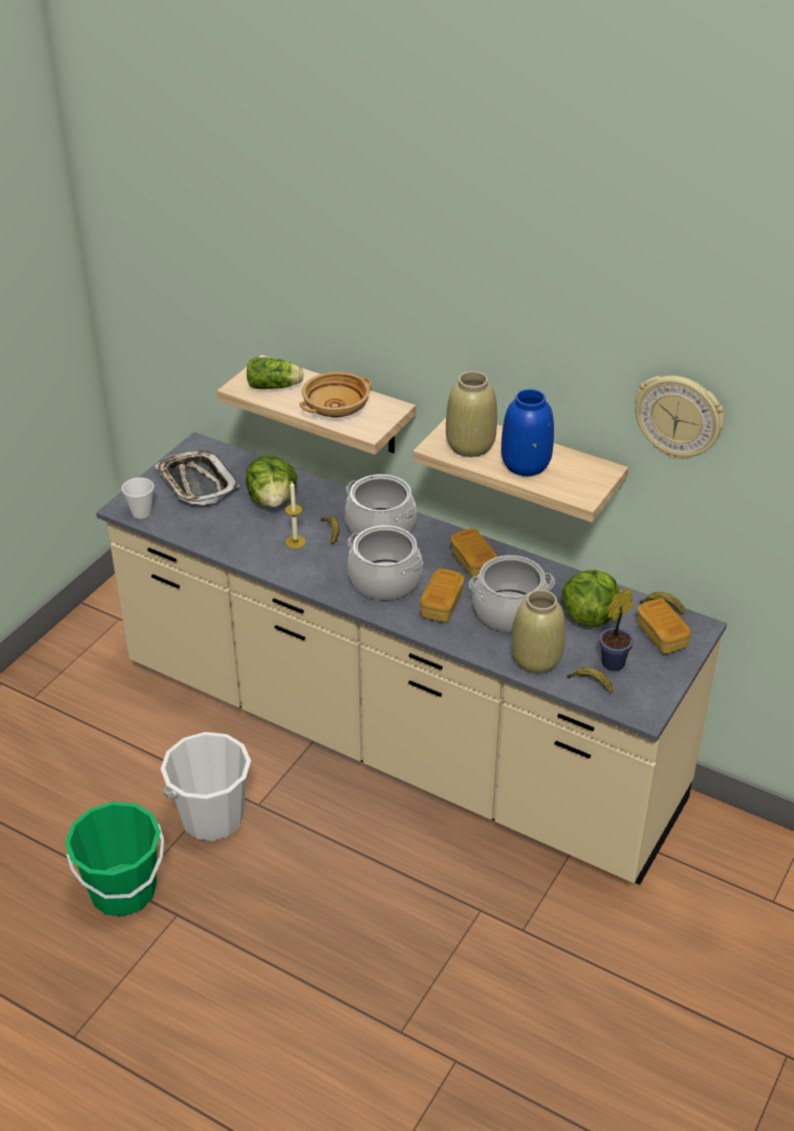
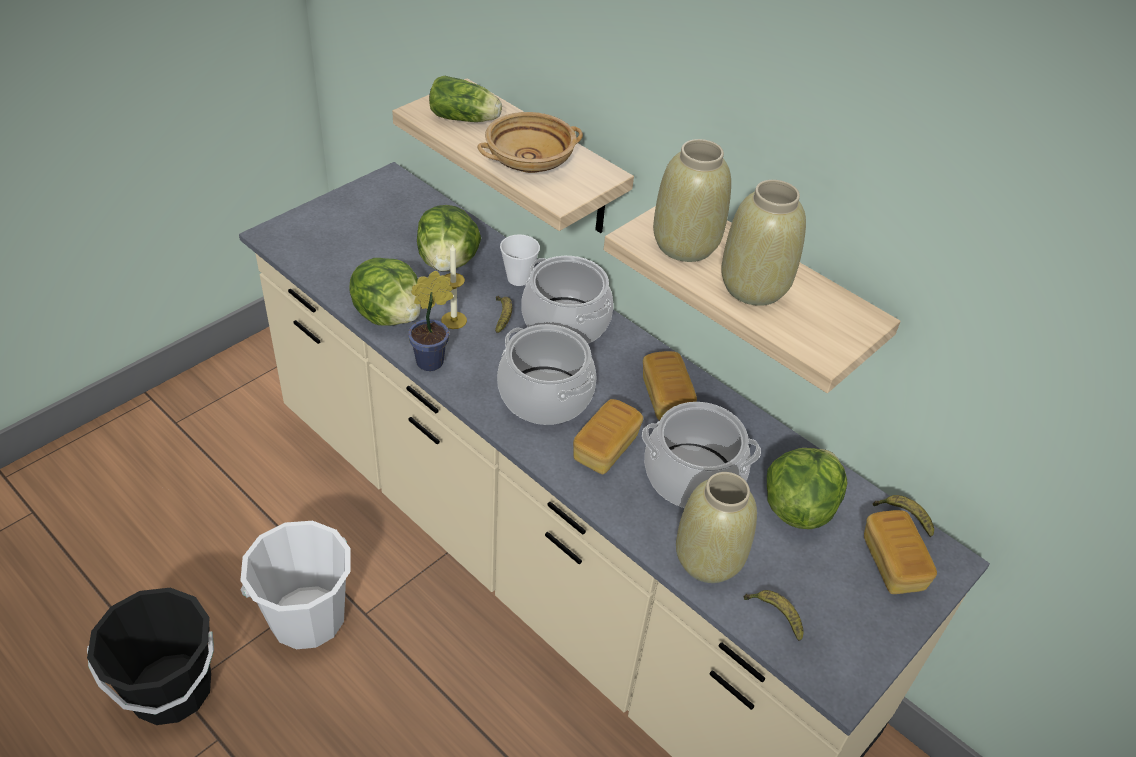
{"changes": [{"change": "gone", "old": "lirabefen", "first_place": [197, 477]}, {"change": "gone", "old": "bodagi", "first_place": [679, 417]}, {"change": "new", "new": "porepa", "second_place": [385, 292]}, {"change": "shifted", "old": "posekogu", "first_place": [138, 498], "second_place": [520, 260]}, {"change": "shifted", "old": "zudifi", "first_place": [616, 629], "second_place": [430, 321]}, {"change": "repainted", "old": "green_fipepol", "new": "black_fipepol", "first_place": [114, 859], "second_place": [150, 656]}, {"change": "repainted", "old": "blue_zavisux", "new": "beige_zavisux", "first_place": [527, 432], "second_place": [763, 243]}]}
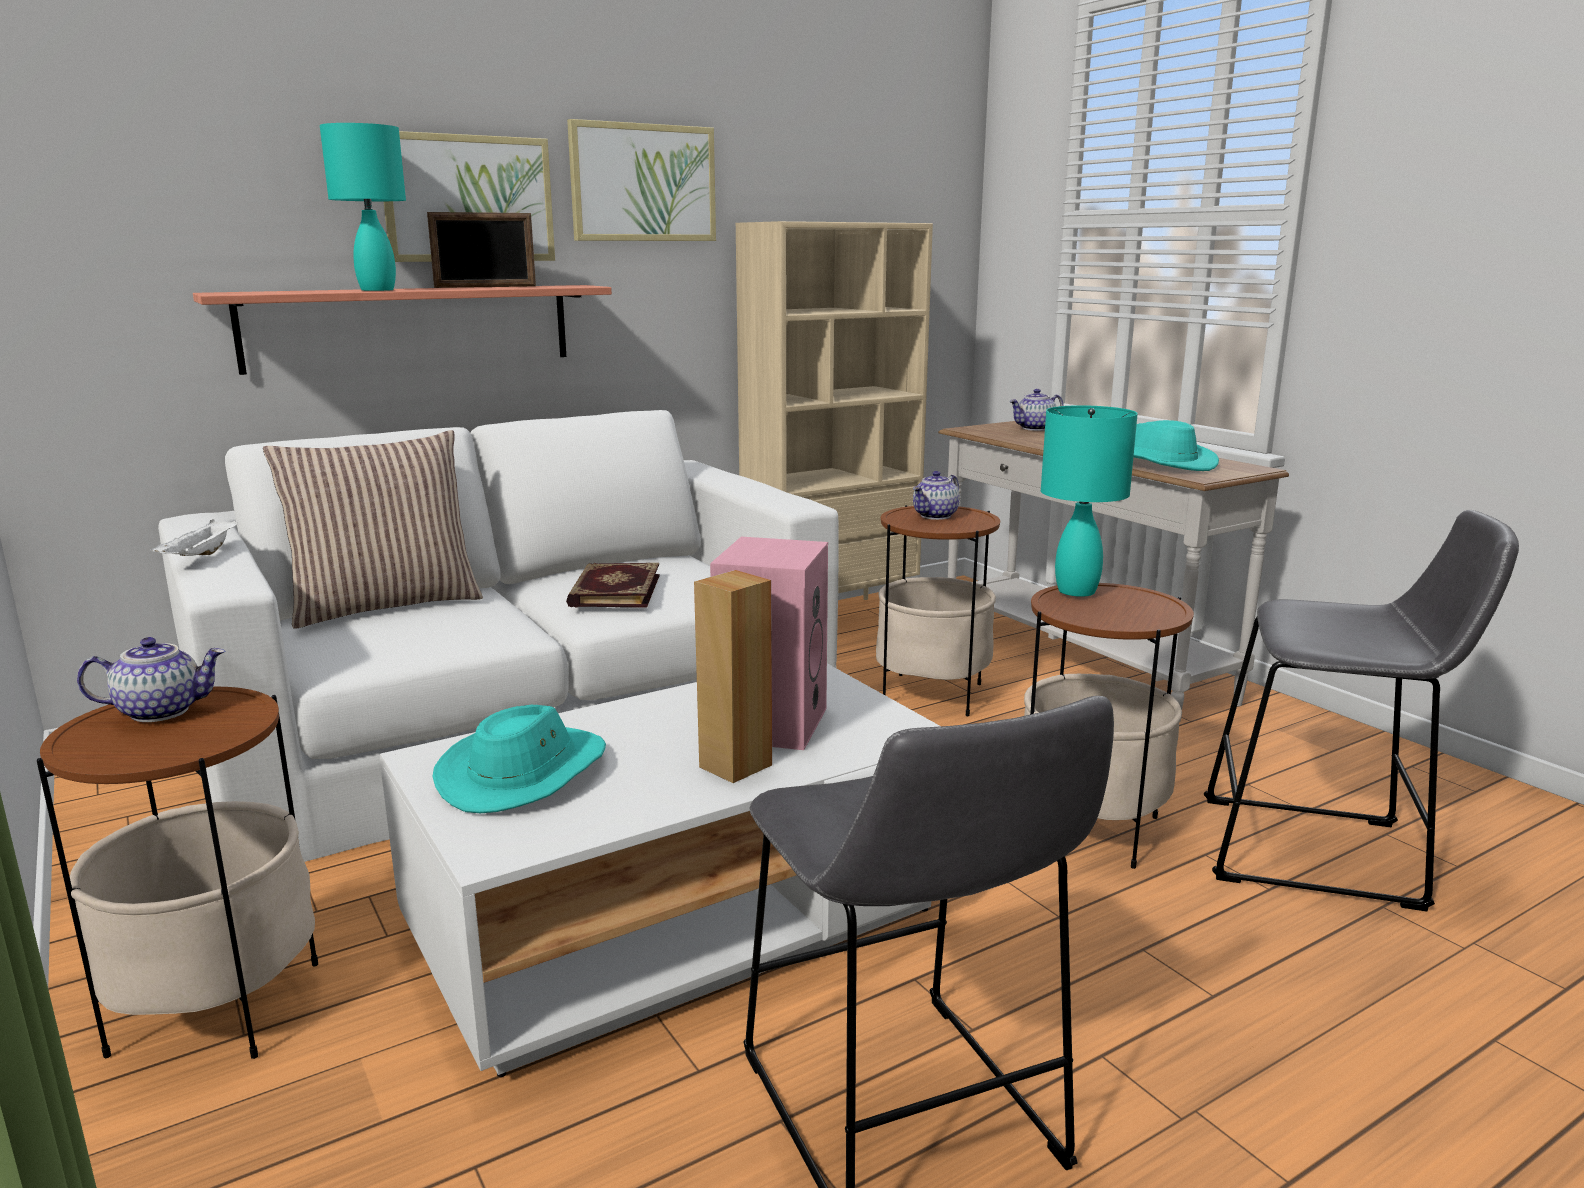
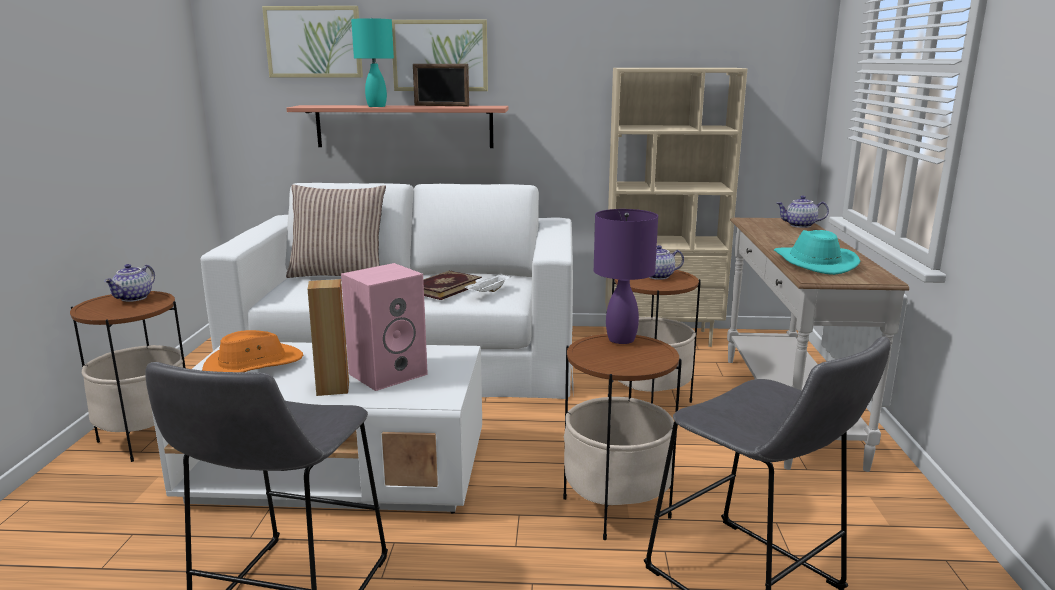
{"changes": [{"change": "shifted", "old": "white_lirabefen", "first_place": [194, 537], "second_place": [487, 282]}, {"change": "shifted", "old": "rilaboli", "first_place": [641, 180], "second_place": [312, 42]}, {"change": "repainted", "old": "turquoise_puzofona", "new": "orange_puzofona", "first_place": [519, 759], "second_place": [252, 351]}, {"change": "repainted", "old": "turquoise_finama", "new": "purple_finama", "first_place": [1089, 501], "second_place": [626, 276]}, {"change": "rotated", "old": "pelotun", "first_place": [151, 679], "second_place": [129, 283], "degrees": 90}]}
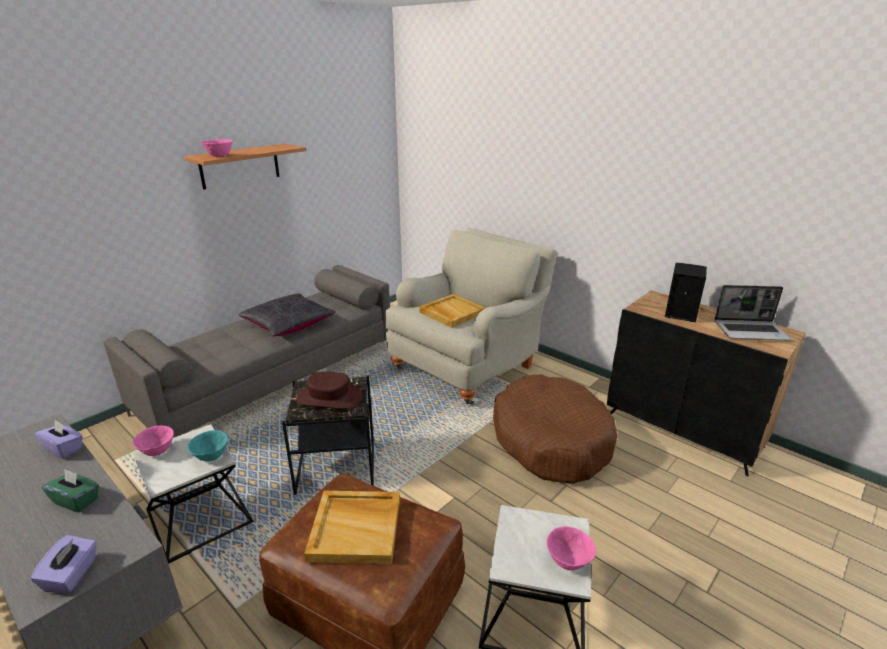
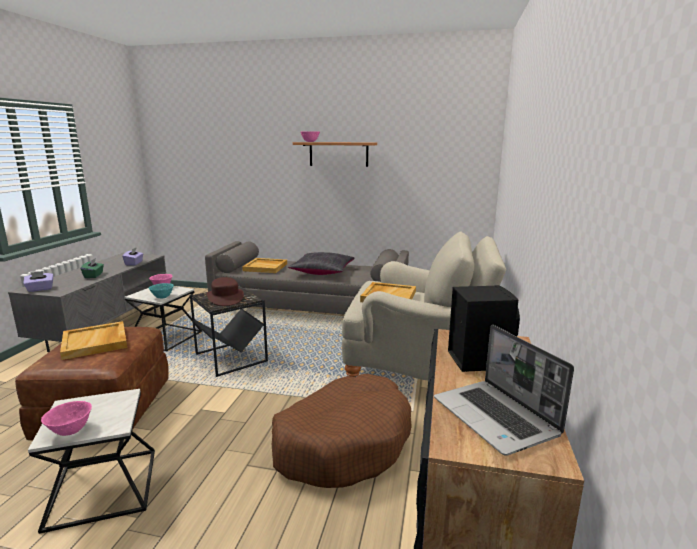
{"changes": [{"change": "new", "new": "beige_lirabefen", "second_place": [264, 265]}]}
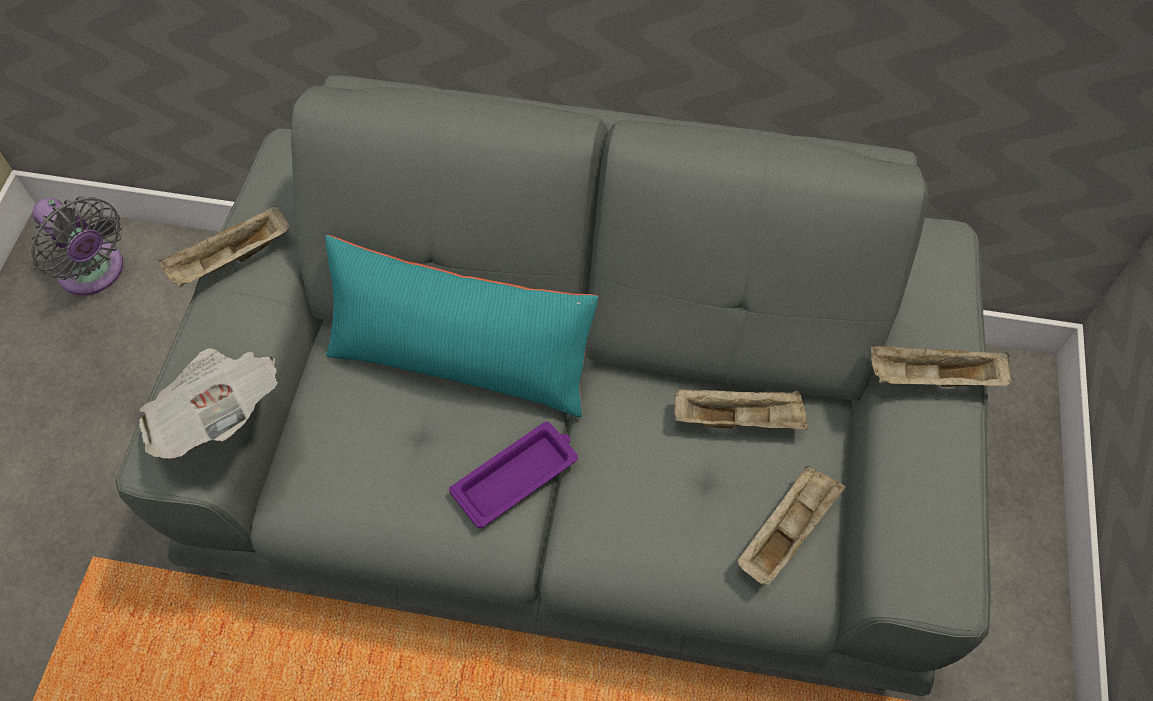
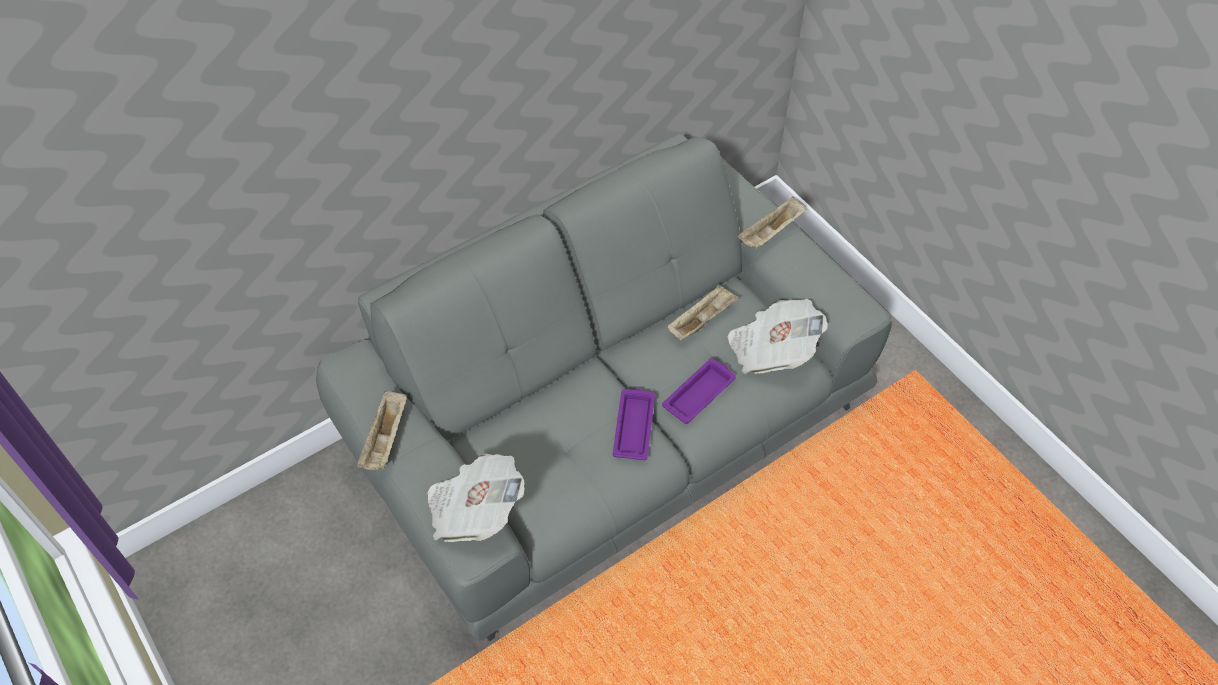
{"changes": [{"change": "gone", "old": "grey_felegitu", "first_place": [76, 246]}, {"change": "gone", "old": "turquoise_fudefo", "first_place": [461, 326]}, {"change": "new", "new": "purple_lirabefen", "second_place": [699, 391]}, {"change": "swapped", "old": "beige_lirabefen", "new": "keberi", "first_place": [792, 526], "second_place": [777, 336]}]}
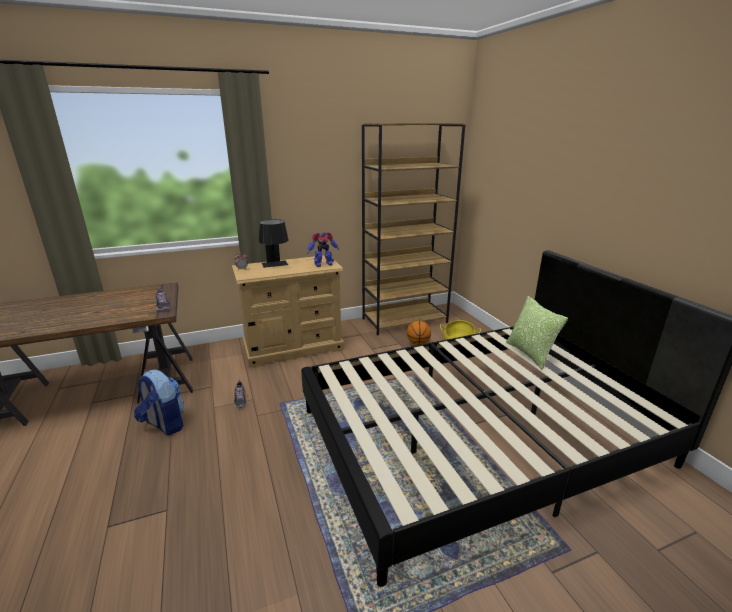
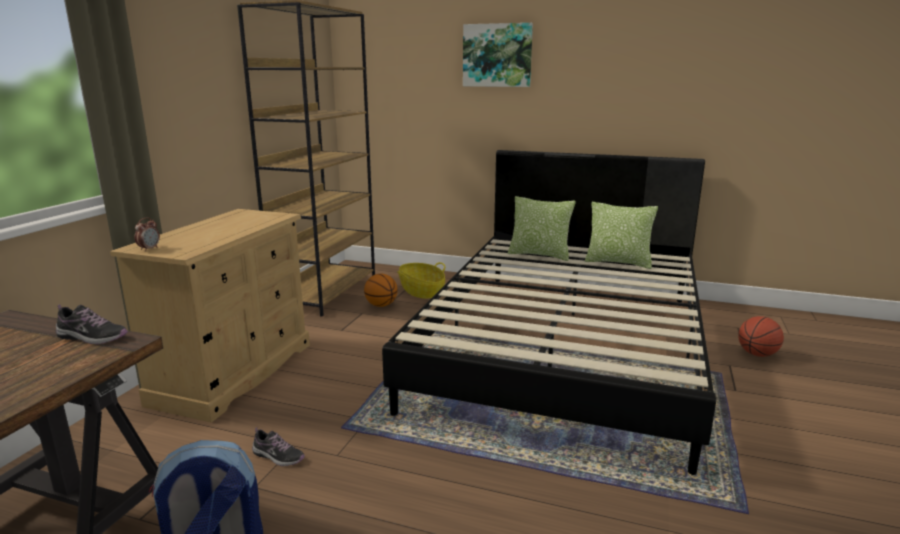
{"changes": [{"change": "gone", "old": "black_finama", "first_place": [274, 243]}, {"change": "gone", "old": "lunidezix", "first_place": [323, 249]}, {"change": "new", "new": "rilaboli", "second_place": [498, 55]}, {"change": "new", "new": "fudefo", "second_place": [621, 235]}, {"change": "new", "new": "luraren", "second_place": [761, 336]}]}
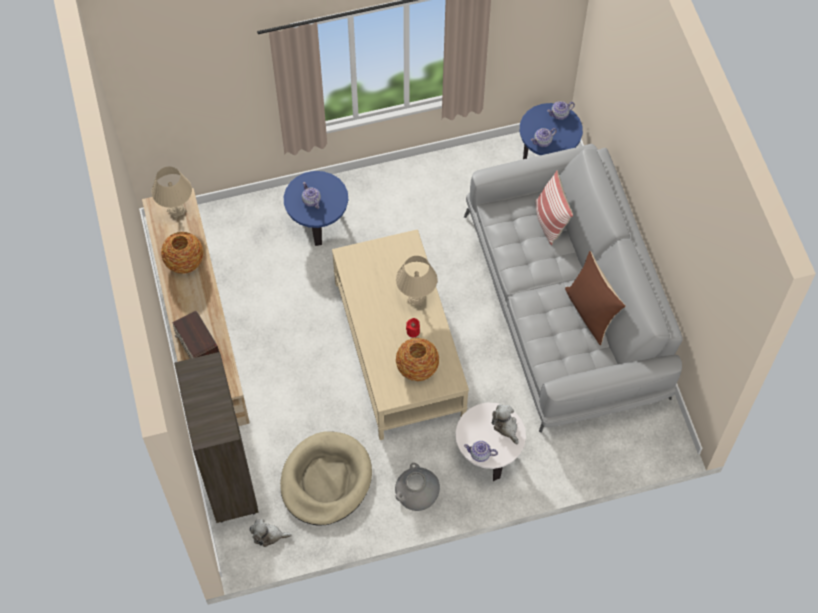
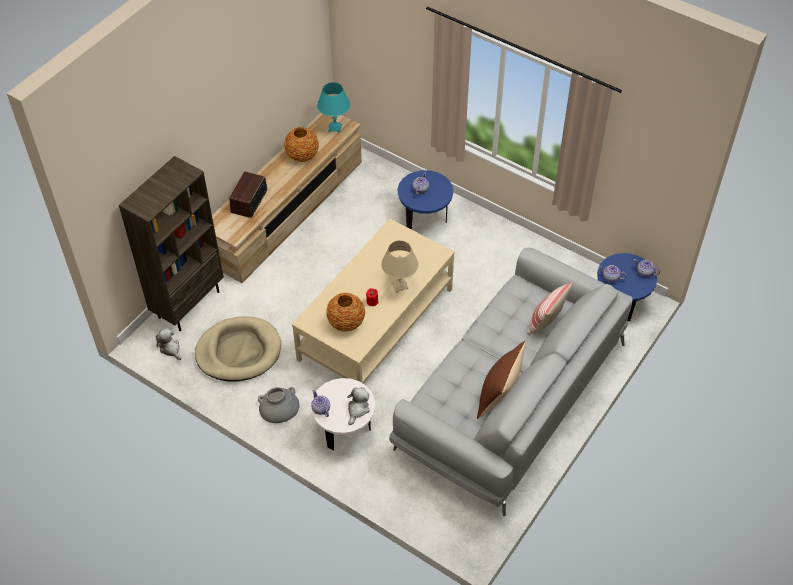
{"changes": [{"change": "repainted", "old": "beige_finama", "new": "turquoise_finama", "first_place": [172, 193], "second_place": [333, 107]}]}
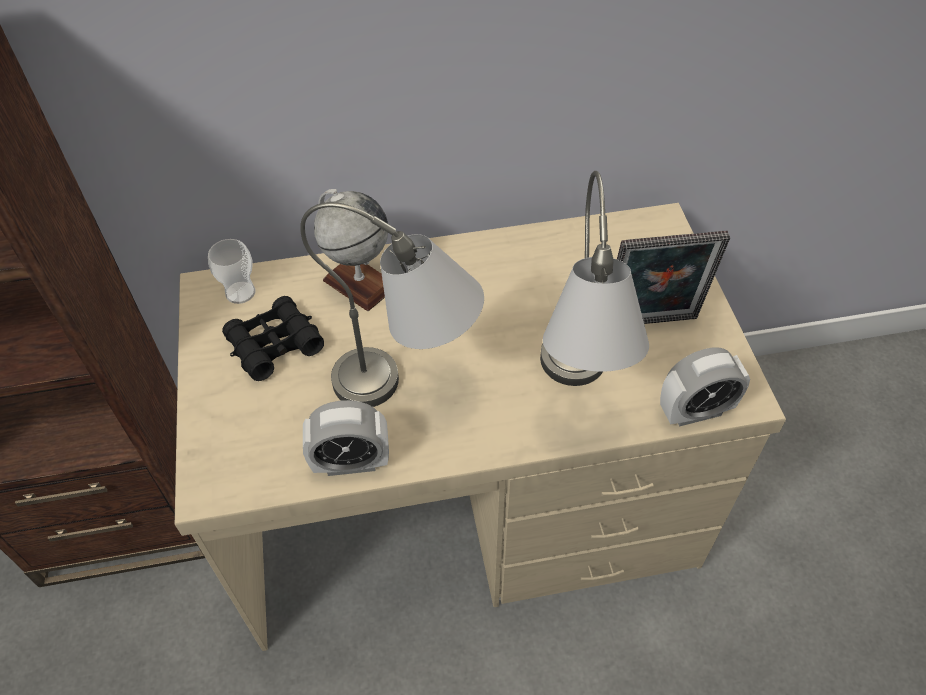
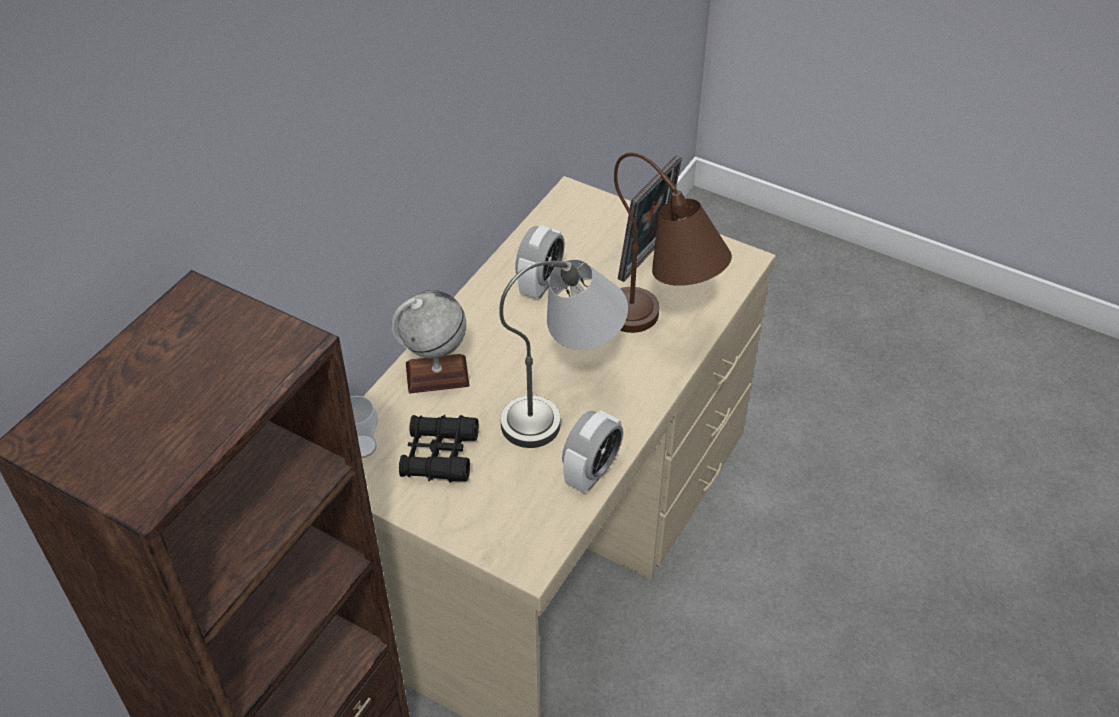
{"changes": [{"change": "shifted", "old": "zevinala", "first_place": [705, 387], "second_place": [540, 262]}, {"change": "repainted", "old": "grey_finama", "new": "brown_finama", "first_place": [594, 278], "second_place": [673, 243]}]}
